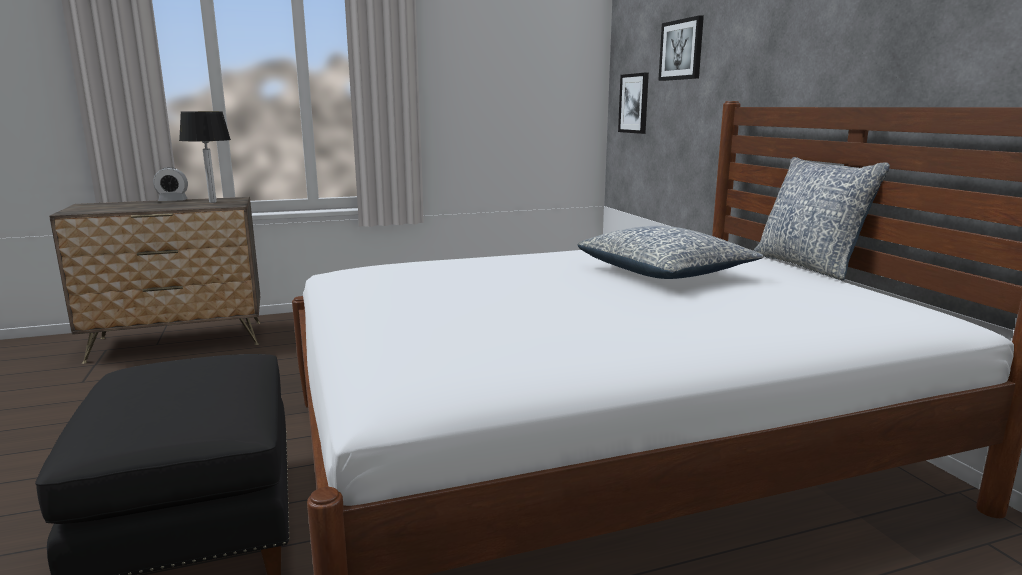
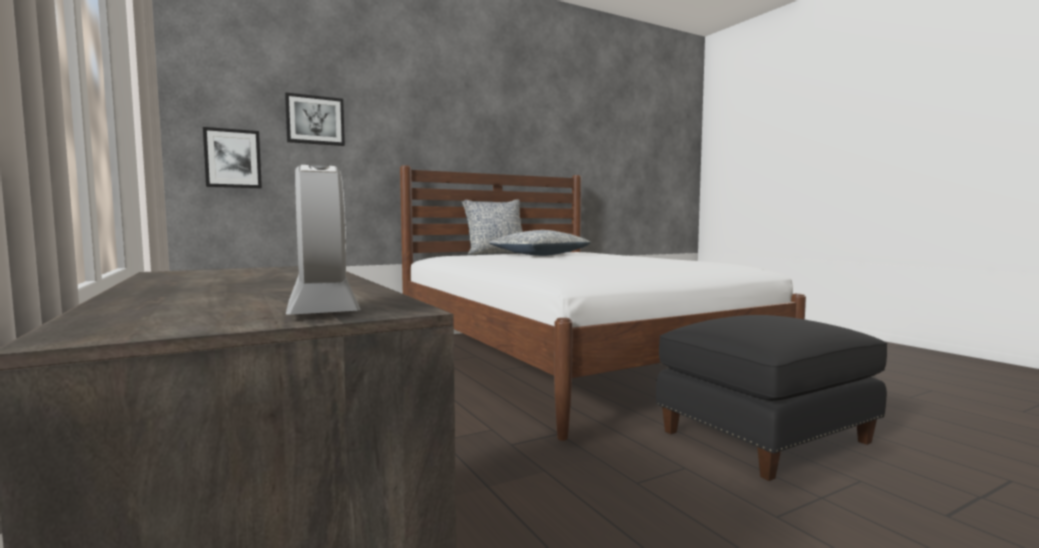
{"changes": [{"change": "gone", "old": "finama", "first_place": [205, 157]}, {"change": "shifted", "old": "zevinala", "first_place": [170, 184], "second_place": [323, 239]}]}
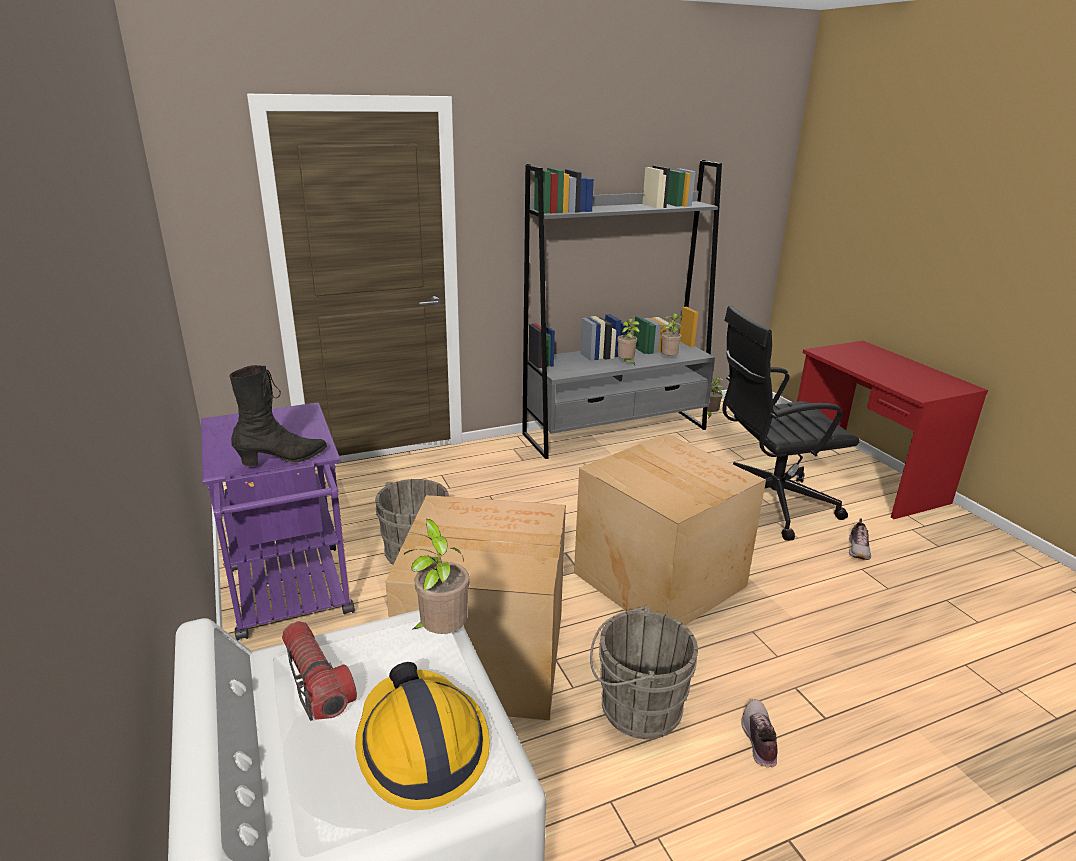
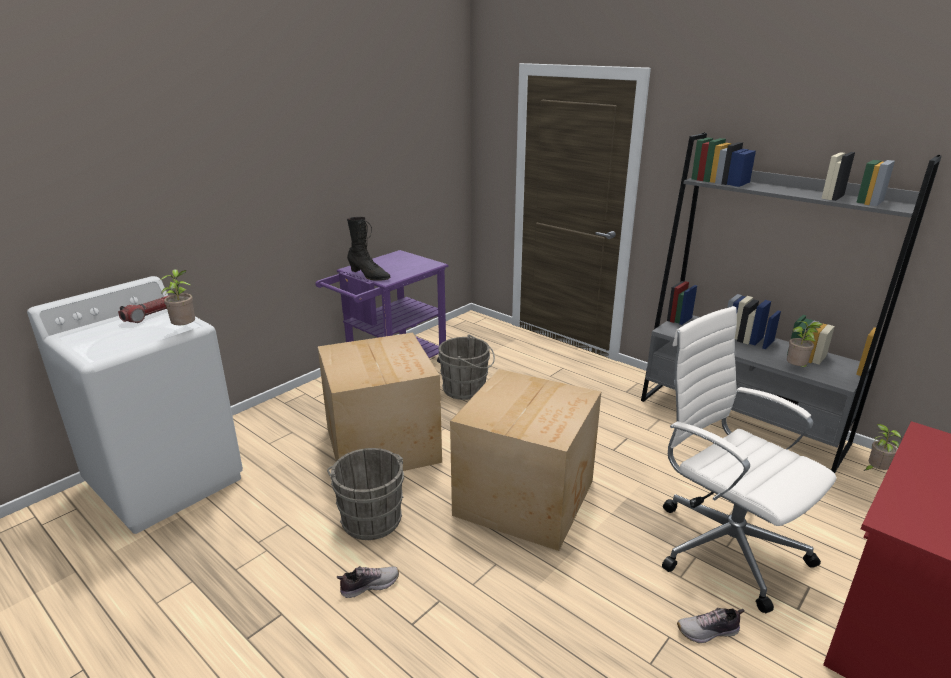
{"changes": [{"change": "gone", "old": "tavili", "first_place": [422, 736]}, {"change": "gone", "old": "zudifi", "first_place": [628, 341]}, {"change": "repainted", "old": "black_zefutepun", "new": "white_zefutepun", "first_place": [791, 423], "second_place": [749, 460]}]}
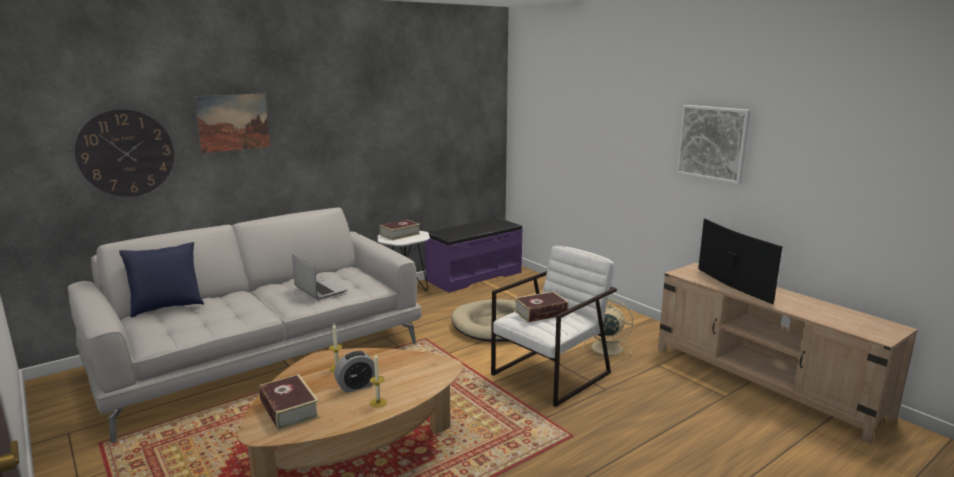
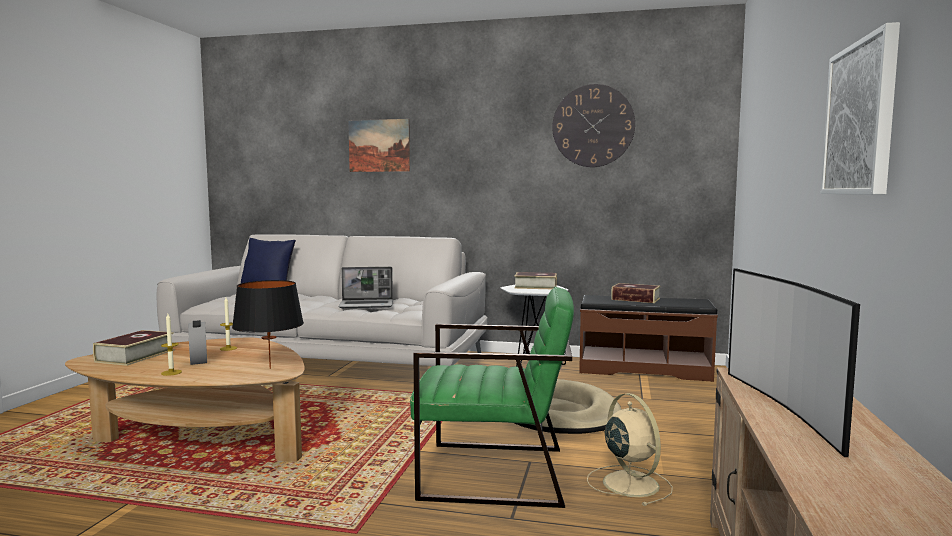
{"changes": [{"change": "new", "new": "black_finama", "second_place": [268, 324]}, {"change": "shifted", "old": "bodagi", "first_place": [124, 153], "second_place": [593, 125]}, {"change": "shifted", "old": "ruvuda", "first_place": [541, 306], "second_place": [635, 293]}, {"change": "repainted", "old": "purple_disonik", "new": "brown_disonik", "first_place": [474, 255], "second_place": [648, 338]}, {"change": "repainted", "old": "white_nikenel", "new": "green_nikenel", "first_place": [554, 326], "second_place": [492, 397]}, {"change": "rotated", "old": "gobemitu", "first_place": [320, 277], "second_place": [366, 287], "degrees": 75}, {"change": "rotated", "old": "zevinala", "first_place": [354, 372], "second_place": [197, 342], "degrees": -135}, {"change": "rotated", "old": "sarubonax", "first_place": [740, 261], "second_place": [794, 362], "degrees": 150}]}
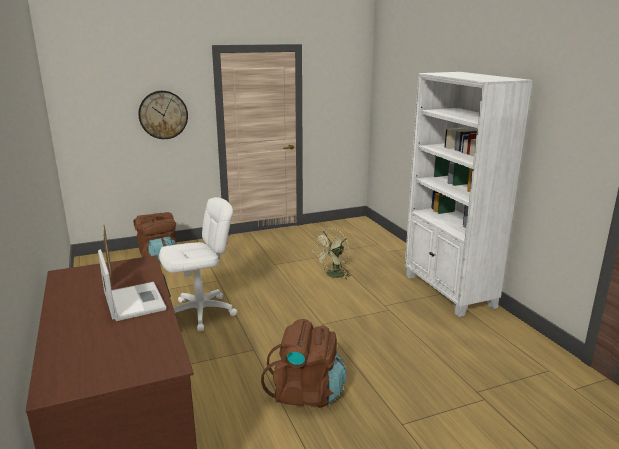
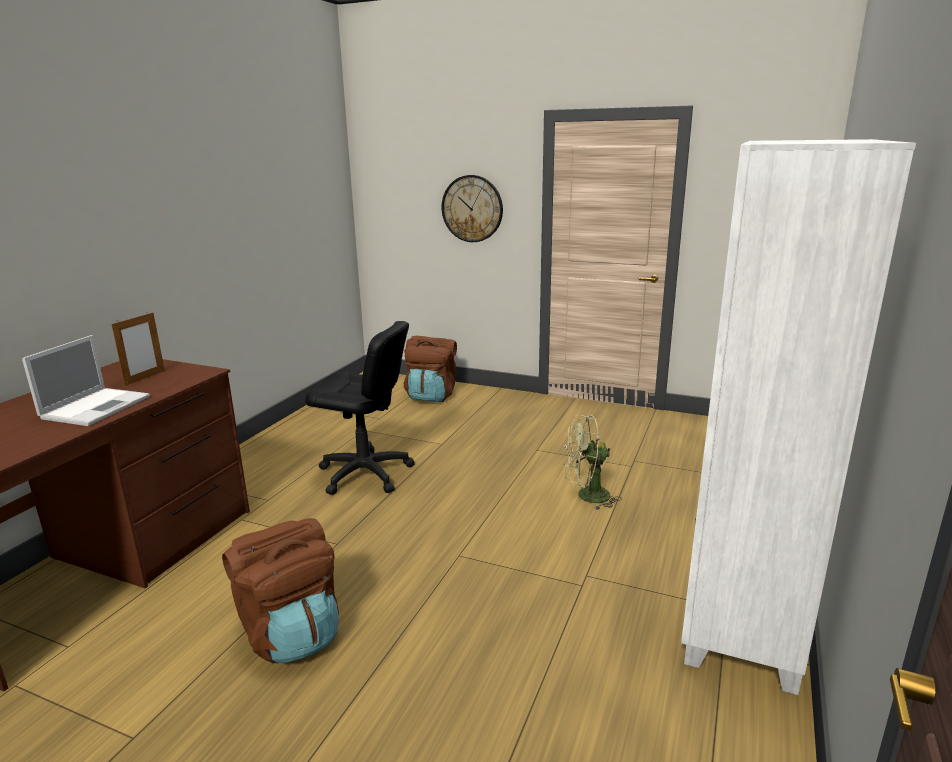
{"changes": [{"change": "repainted", "old": "white_zefutepun", "new": "black_zefutepun", "first_place": [198, 264], "second_place": [360, 408]}]}
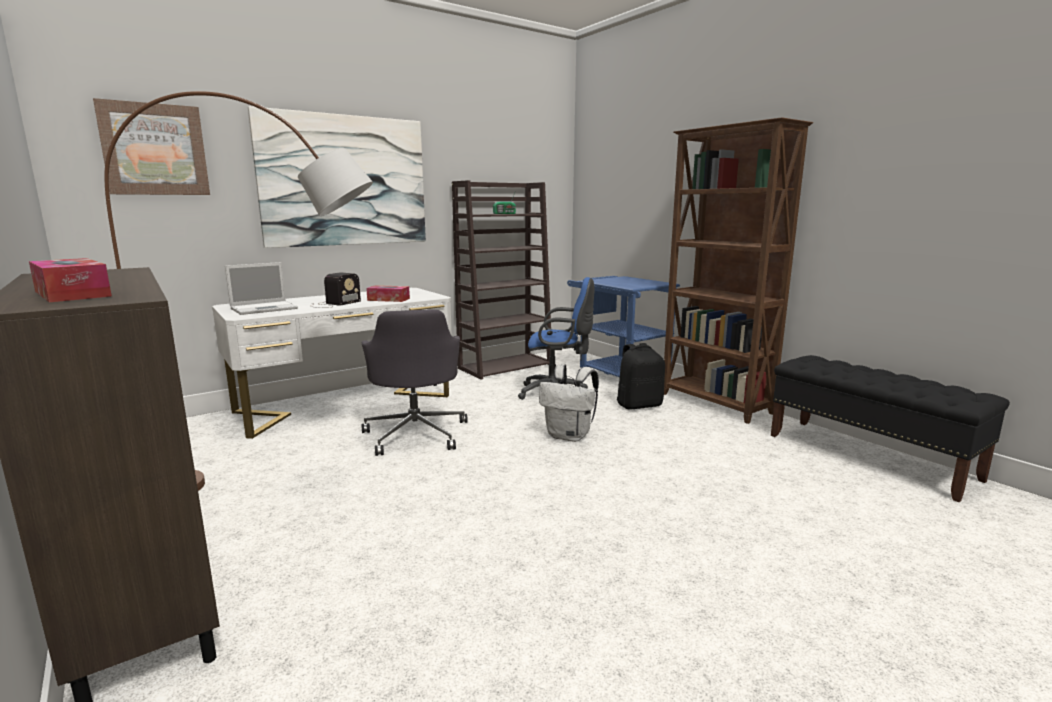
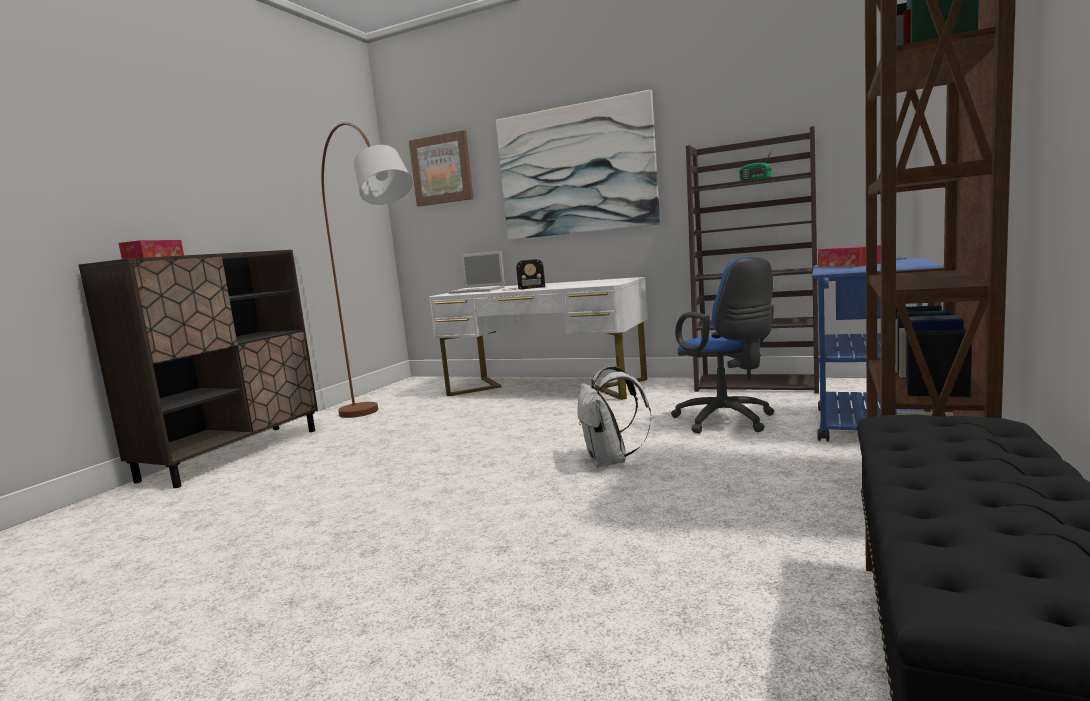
{"changes": [{"change": "gone", "old": "grey_zefutepun", "first_place": [415, 382]}, {"change": "gone", "old": "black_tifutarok", "first_place": [641, 376]}, {"change": "shifted", "old": "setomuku", "first_place": [388, 293], "second_place": [849, 256]}]}
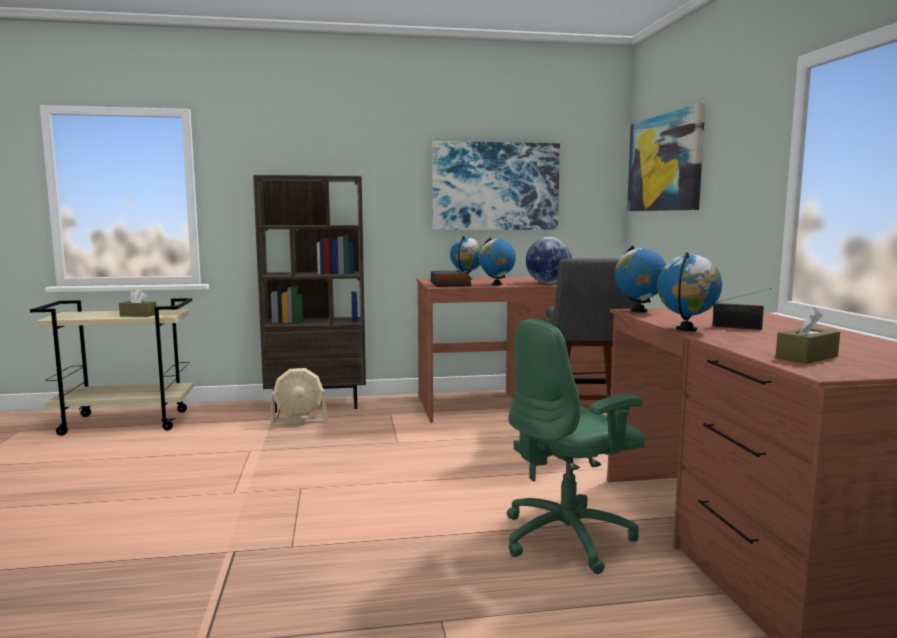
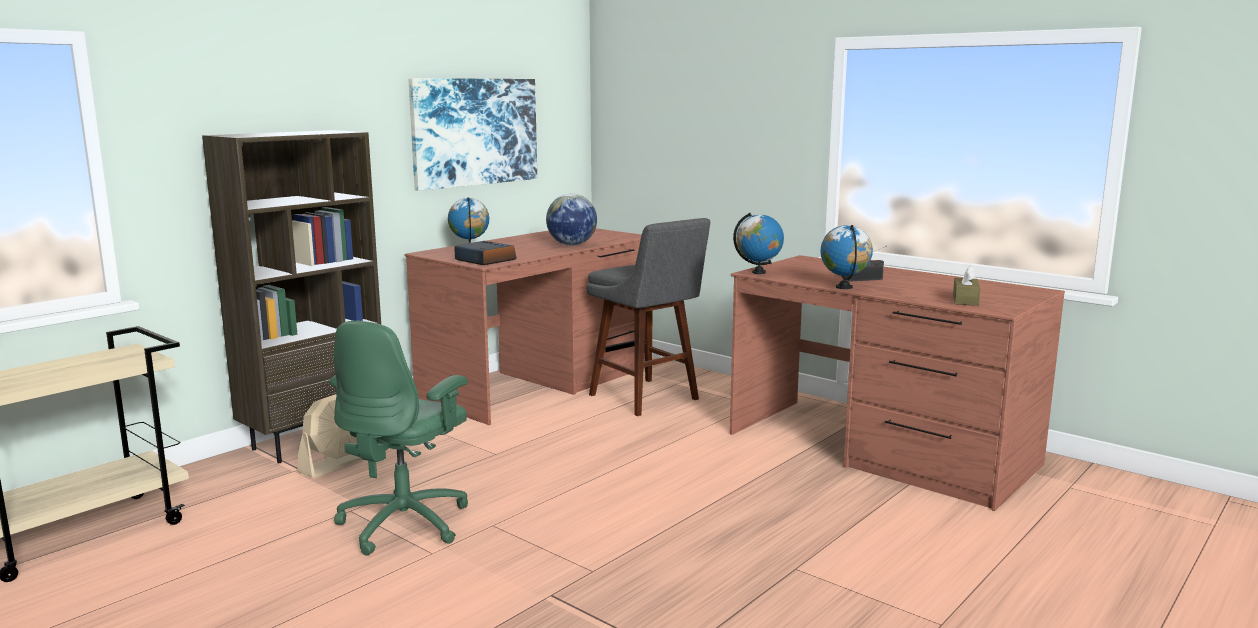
{"changes": [{"change": "gone", "old": "brown_setomuku", "first_place": [137, 303]}, {"change": "gone", "old": "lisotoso", "first_place": [497, 261]}, {"change": "gone", "old": "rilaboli", "first_place": [666, 157]}, {"change": "shifted", "old": "green_zefutepun", "first_place": [576, 446], "second_place": [398, 438]}]}
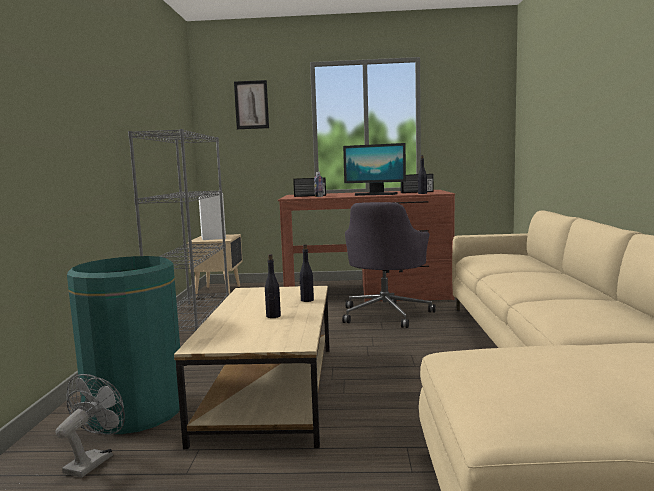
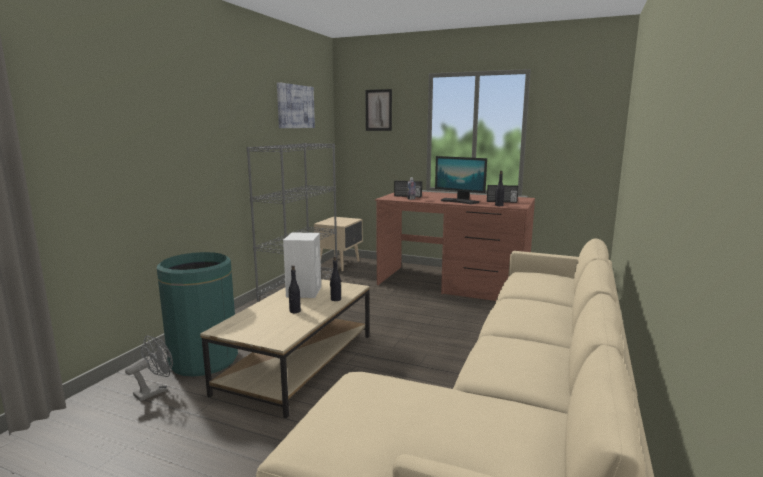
{"changes": [{"change": "gone", "old": "grey_zefutepun", "first_place": [389, 265]}, {"change": "new", "new": "rilaboli", "second_place": [296, 105]}, {"change": "shifted", "old": "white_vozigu", "first_place": [212, 216], "second_place": [302, 265]}]}
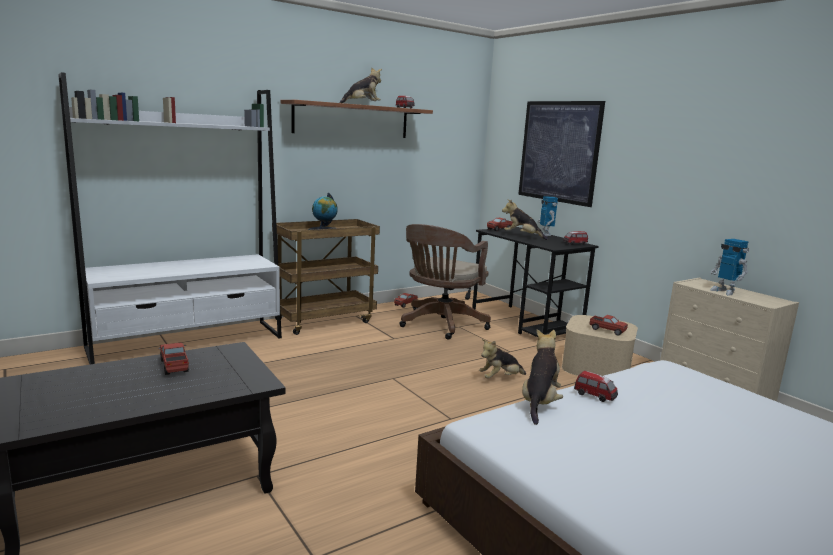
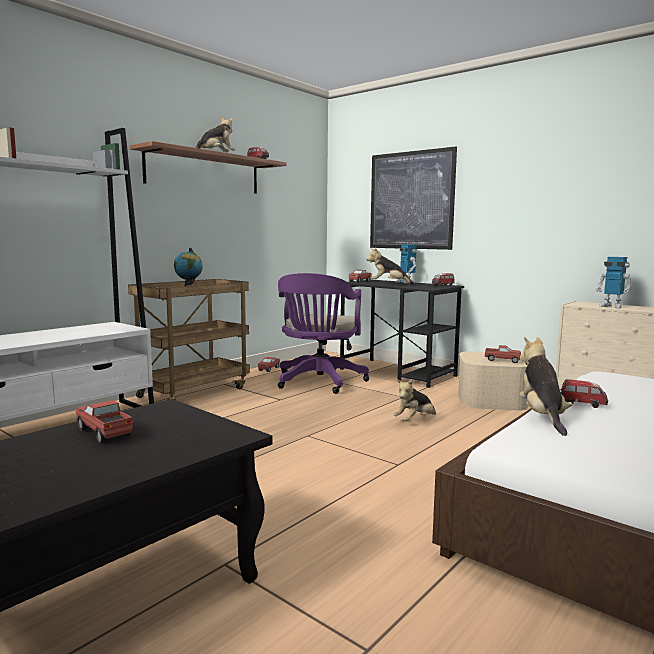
{"changes": [{"change": "repainted", "old": "brown_zefutepun", "new": "purple_zefutepun", "first_place": [445, 282], "second_place": [324, 333]}]}
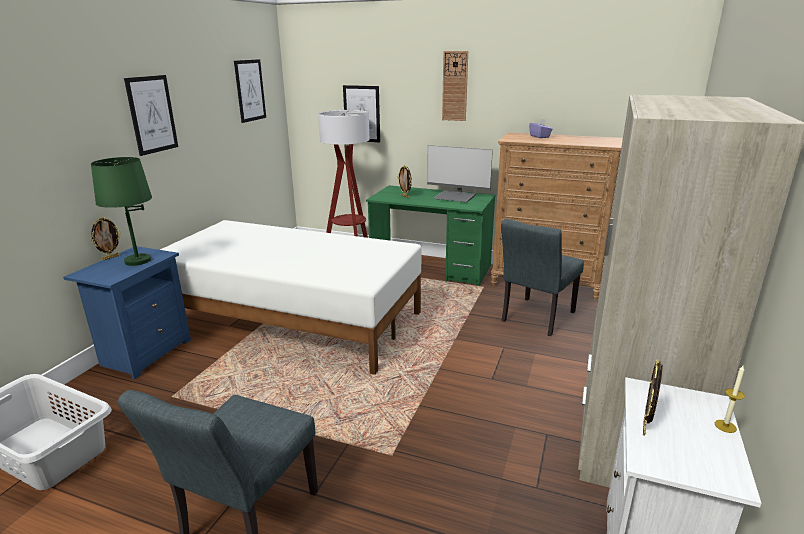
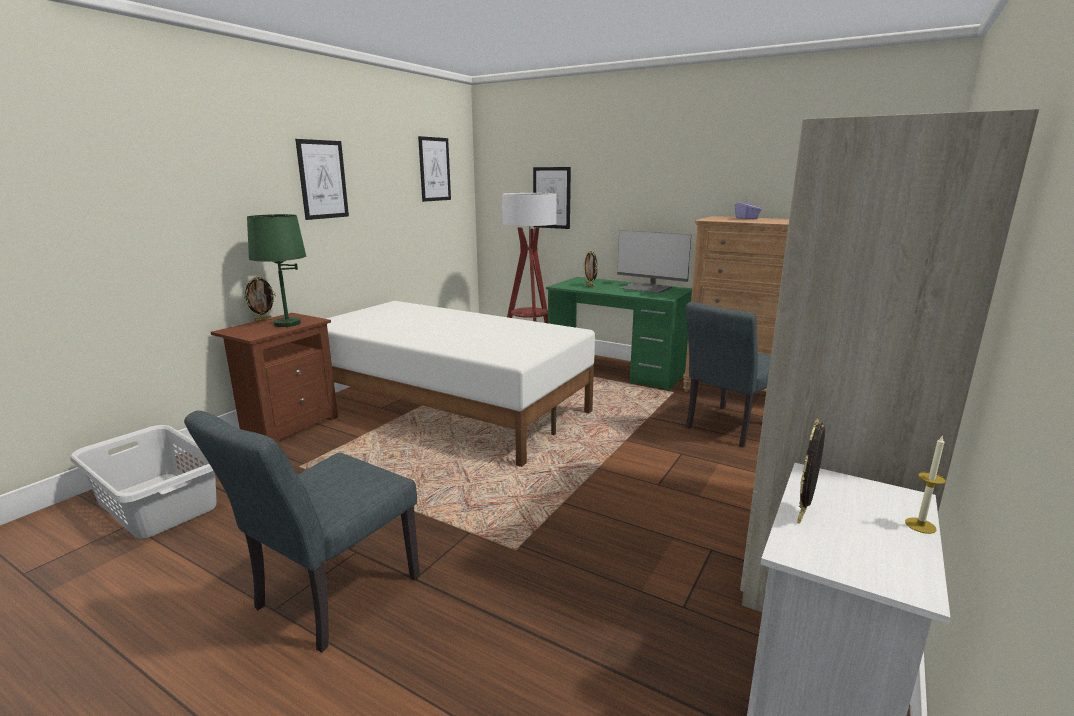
{"changes": [{"change": "gone", "old": "bodagi", "first_place": [455, 86]}, {"change": "repainted", "old": "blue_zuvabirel", "new": "brown_zuvabirel", "first_place": [127, 313], "second_place": [274, 378]}]}
